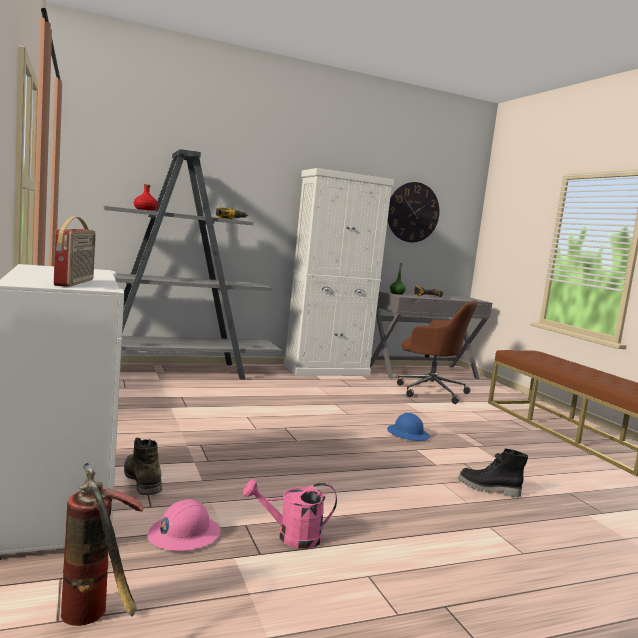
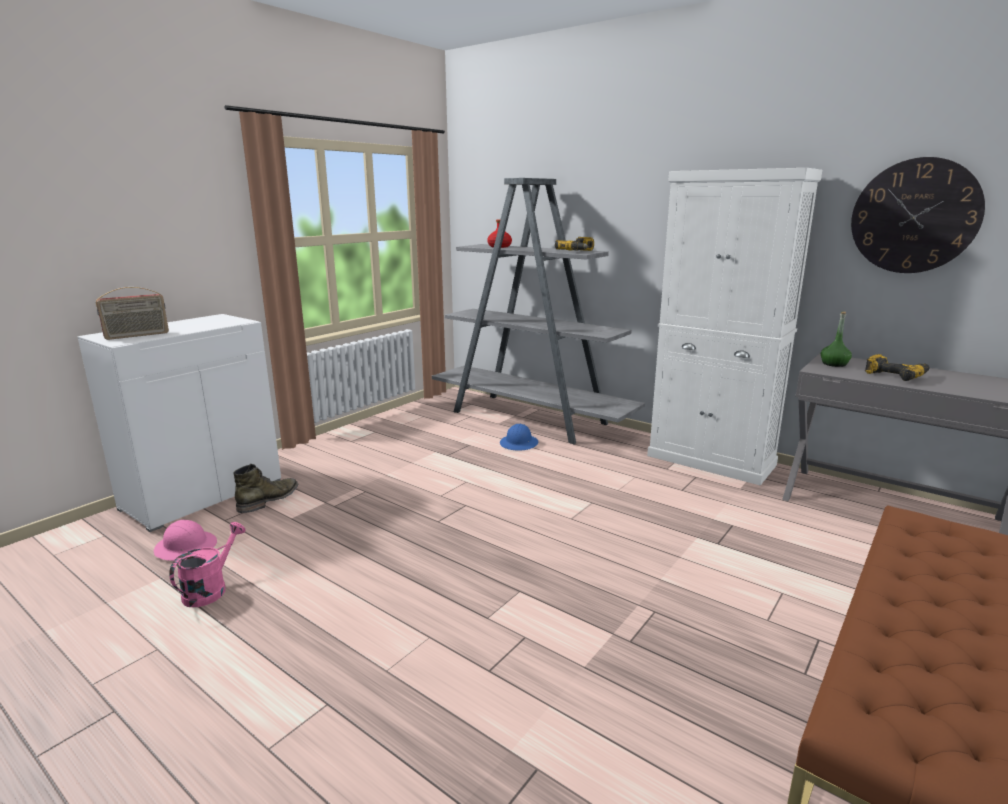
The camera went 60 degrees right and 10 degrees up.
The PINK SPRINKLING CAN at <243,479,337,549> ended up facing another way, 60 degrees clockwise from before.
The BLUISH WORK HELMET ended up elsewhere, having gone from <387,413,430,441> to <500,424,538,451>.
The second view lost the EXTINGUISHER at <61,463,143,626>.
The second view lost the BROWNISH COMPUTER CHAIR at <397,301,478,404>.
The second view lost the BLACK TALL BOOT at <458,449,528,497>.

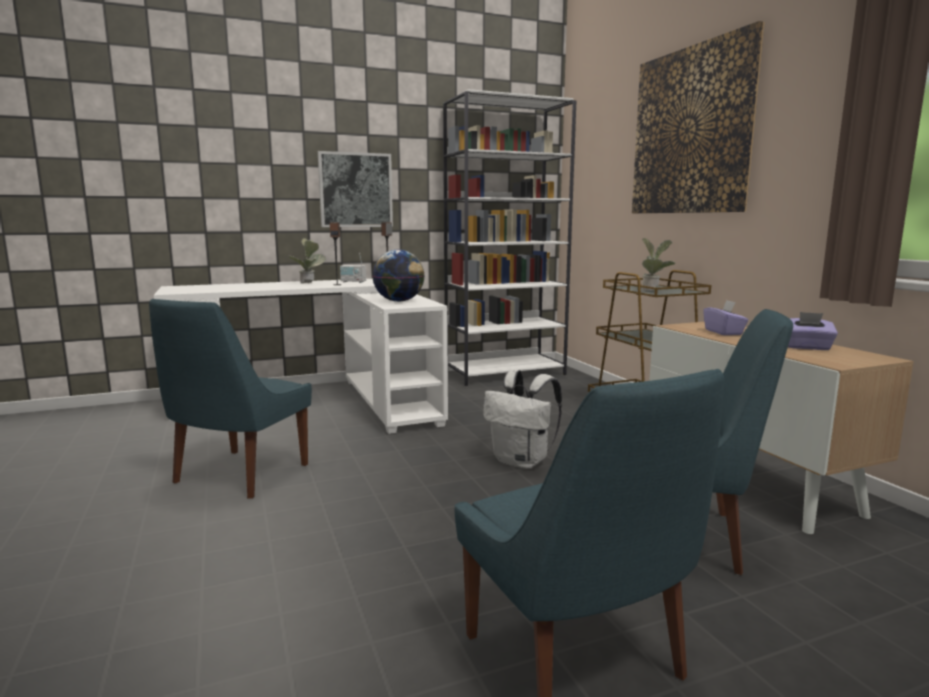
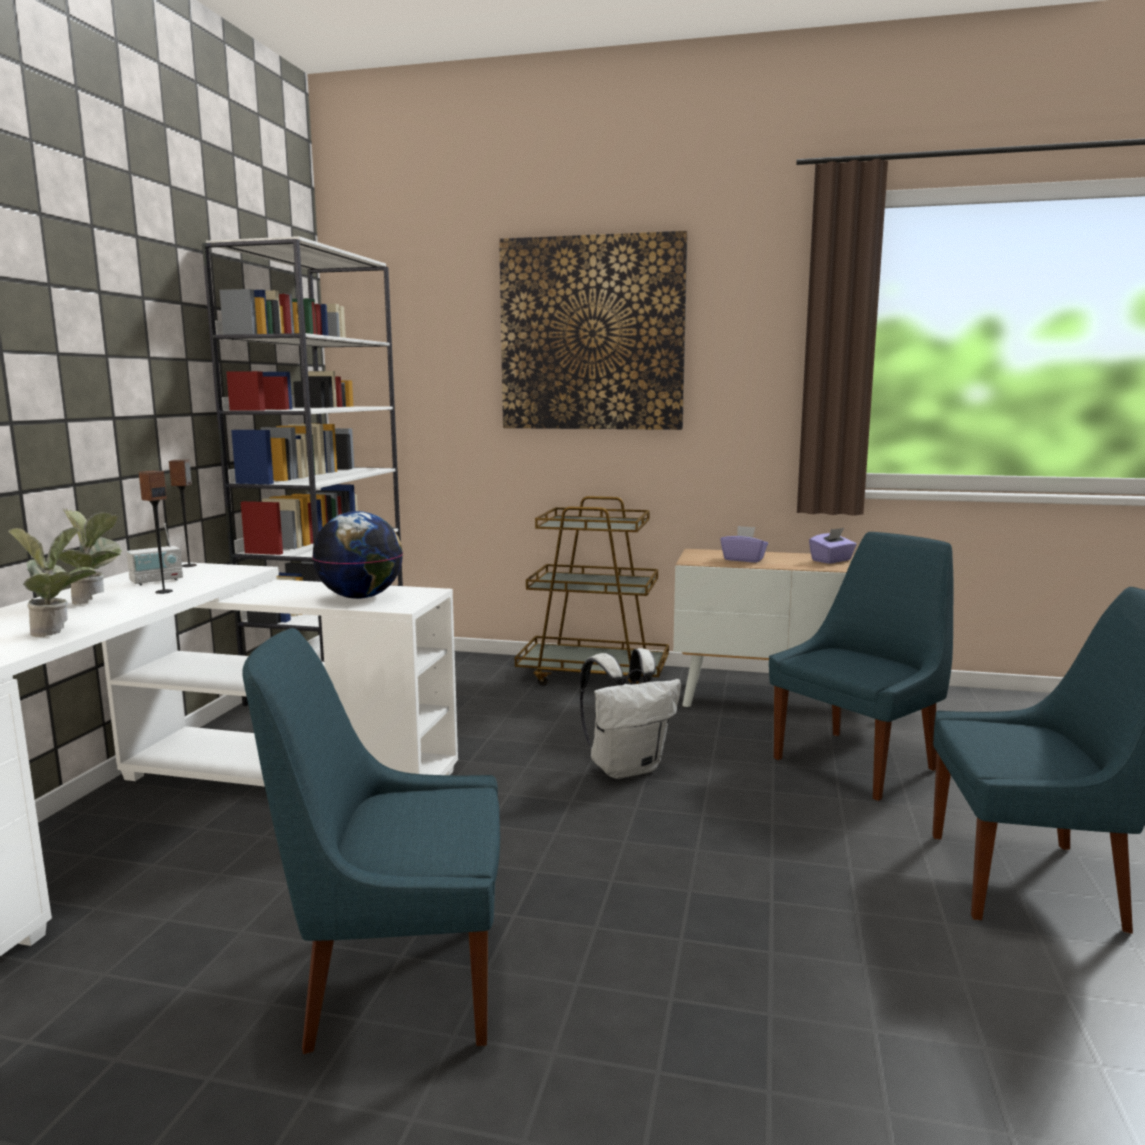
The camera went 55 degrees left and 0 degrees up.
The PLANT IN A POT ended up elsewhere, having gone from <641,238,675,291> to <8,527,97,637>.
The BLUISH UPRIGHT CHAIR at <149,299,312,499> ended up facing another way, 120 degrees clockwise from before.
The second view lost the WALL PICTURE at <318,151,393,227>.

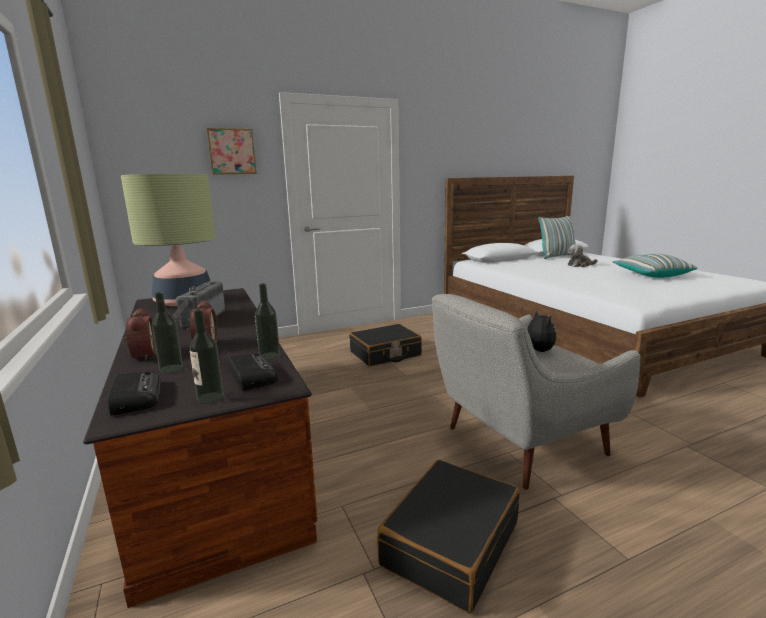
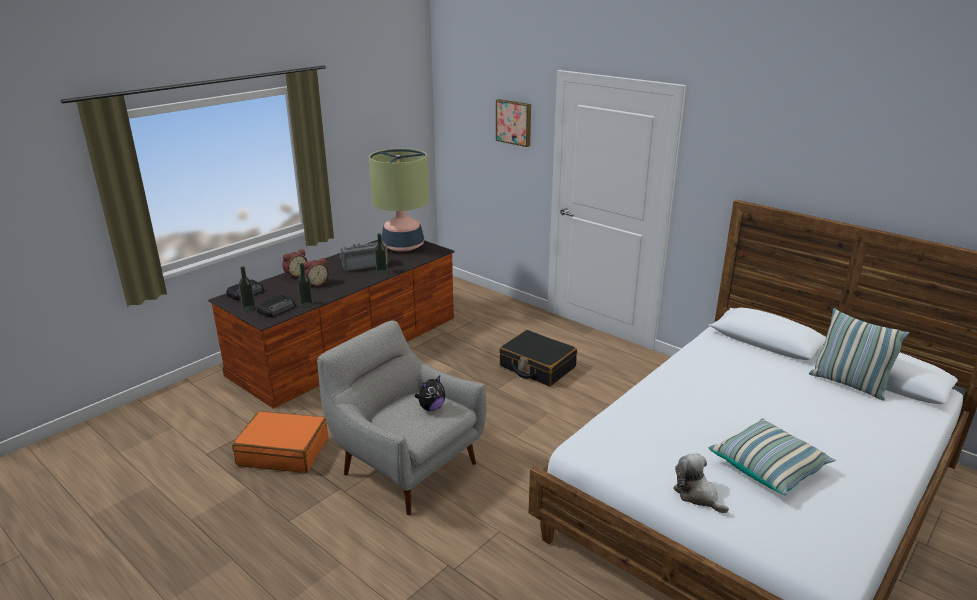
The camera went 65 degrees right and 10 degrees up.
What was the BLACK SUITCASE at <377,460,520,613> turned into the ORANGEY SUITCASE at <232,411,328,473>.
The DRINK BOTTLE ended up elsewhere, having gone from <152,292,183,373> to <375,233,387,274>.
The PLUSH TOY ended up elsewhere, having gone from <568,244,598,267> to <673,453,729,513>.

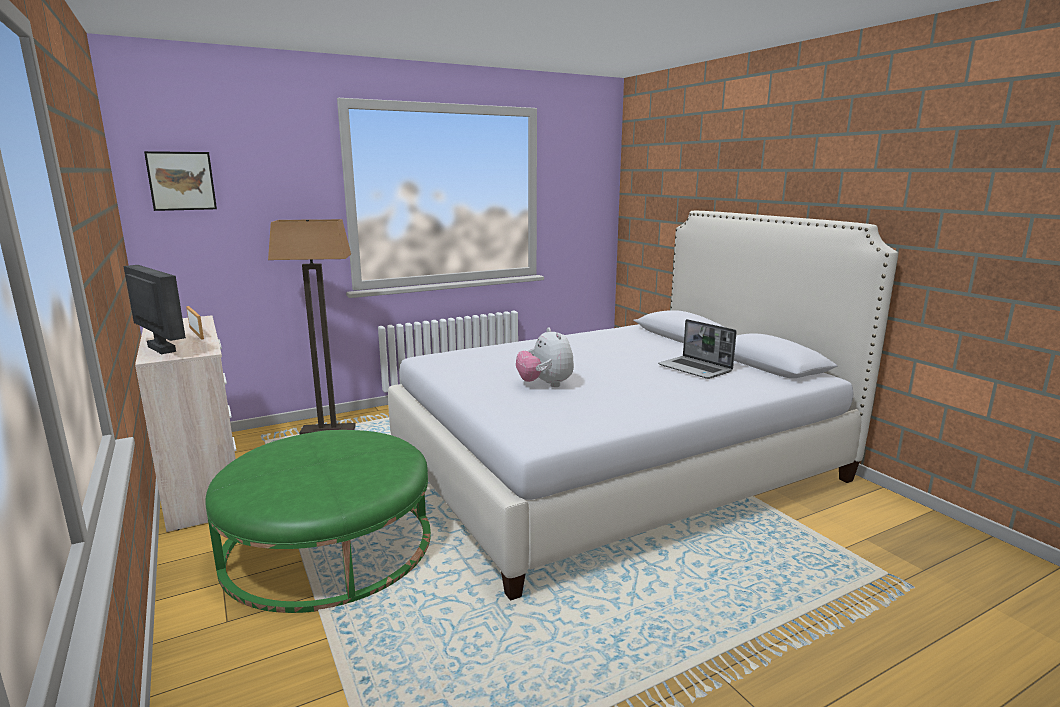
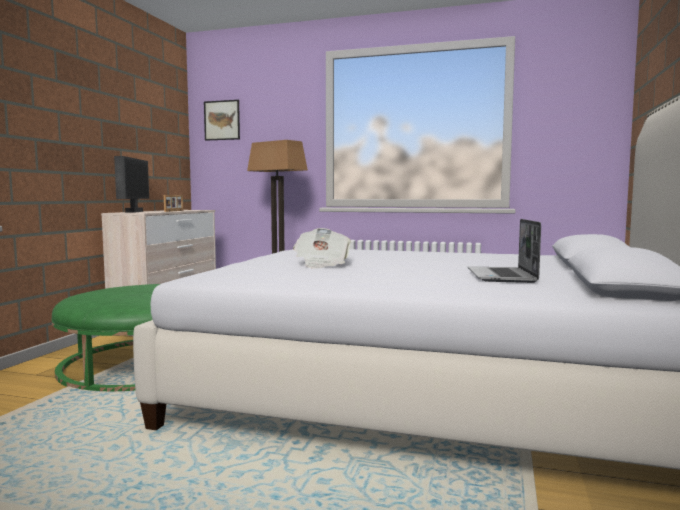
The camera went 45 degrees right and 10 degrees down.
Where the PLUSH TOY stood at <516,328,574,387>, the NEWSPAPER came to stand at <293,228,352,269>.

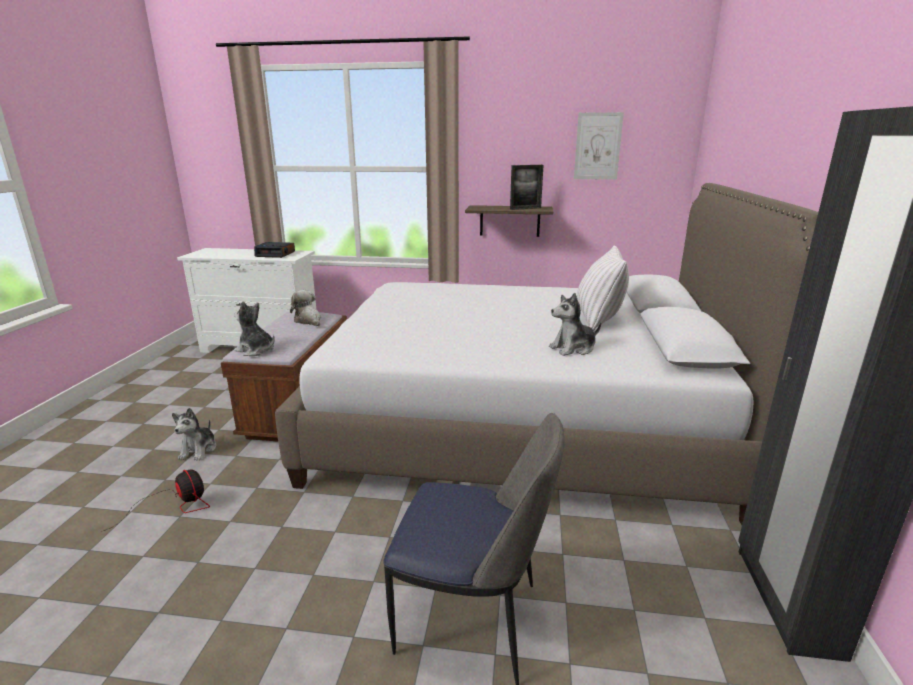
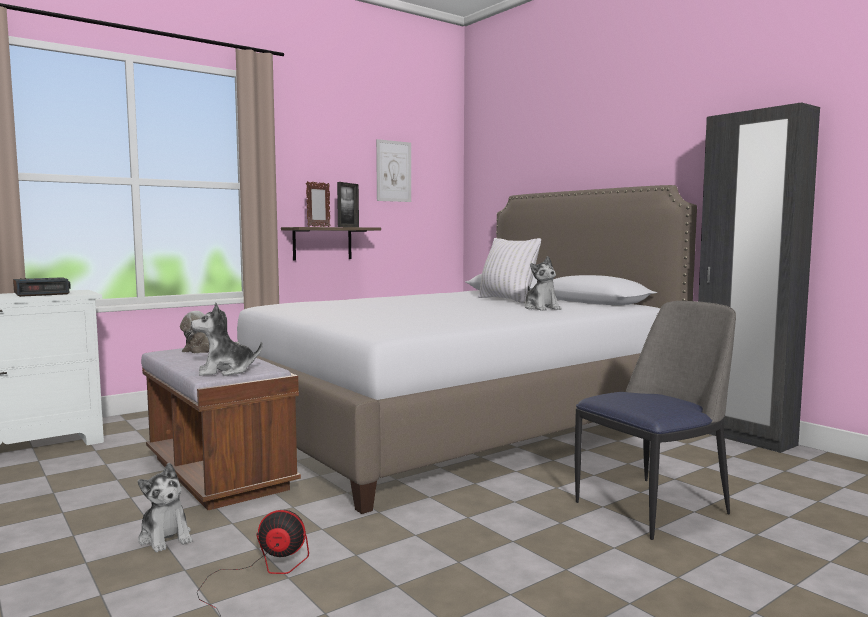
The camera went 45 degrees left and 15 degrees down.
The second view gained the PHOTO FRAME at <306,181,330,227>.
The PLUSH TOY at <549,293,601,356> ended up facing another way, 45 degrees counterclockwise from before.

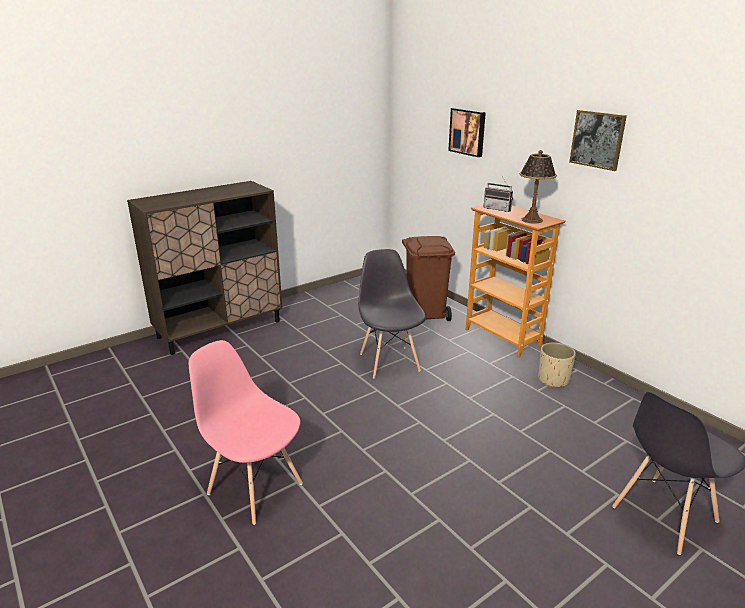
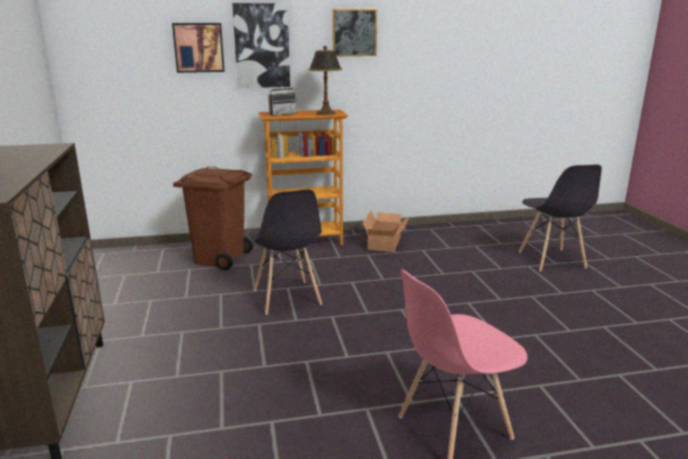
The camera went 65 degrees left and 5 degrees down.
The second view gained the WALL PICTURE at <232,3,290,88>.
The GREYISH UPRIGHT CHAIR at <358,249,426,379> ended up facing another way, 120 degrees counterclockwise from before.
Where the BEIGE-COLOURED PLANTER stood at <538,343,576,387>, the PACKING BOX came to stand at <363,211,410,252>.

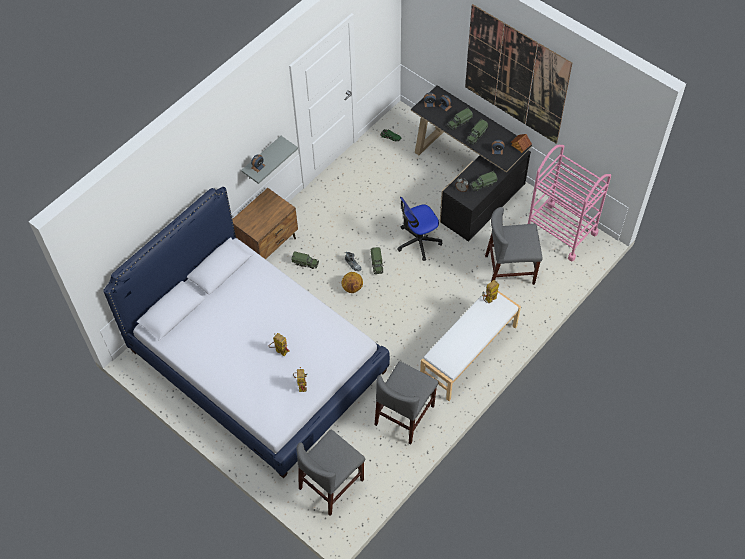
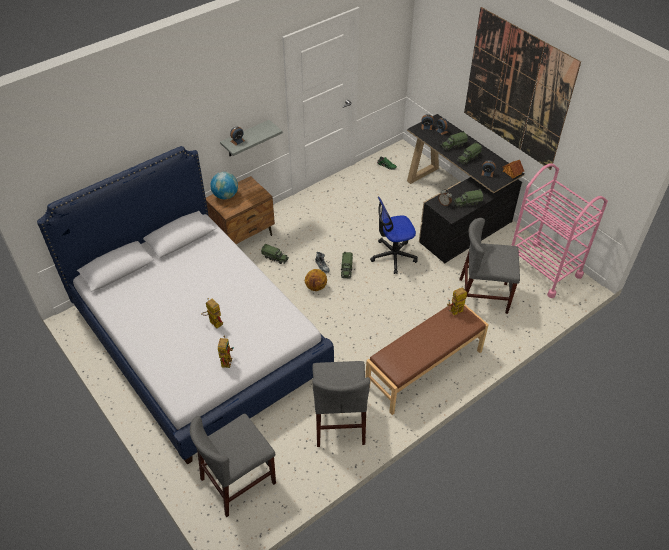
The camera went 10 degrees right and 10 degrees down.
The second view gained the WORLD GLOBE at <210,172,238,199>.
The GREYISH UPRIGHT CHAIR at <375,361,438,444> ended up facing another way, 45 degrees counterclockwise from before.
What was the WHITISH LONG SEAT at <420,291,521,401> turned into the BROWNISH LONG SEAT at <365,304,489,415>.

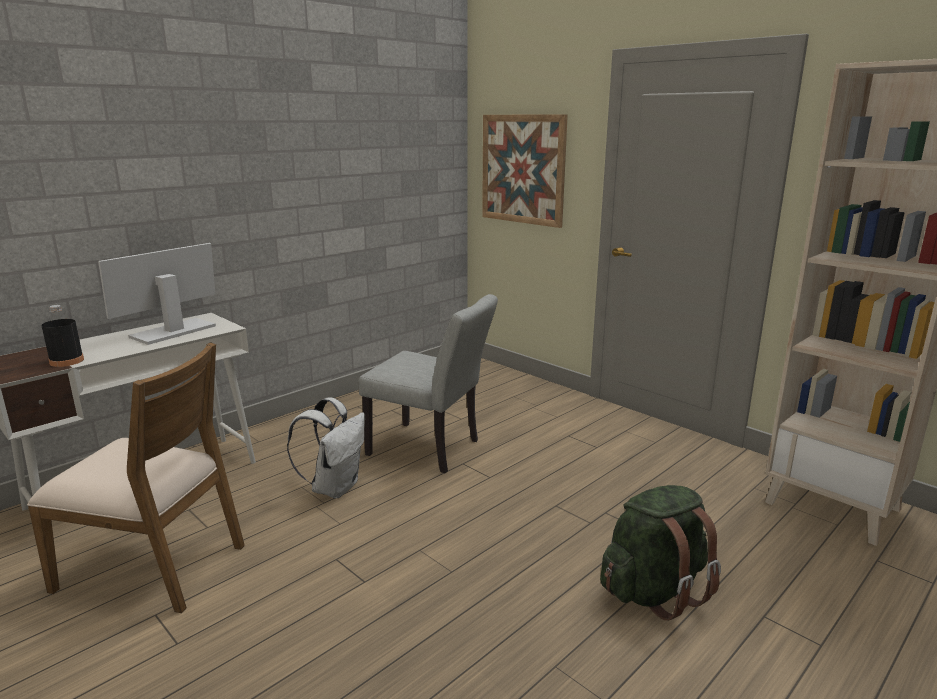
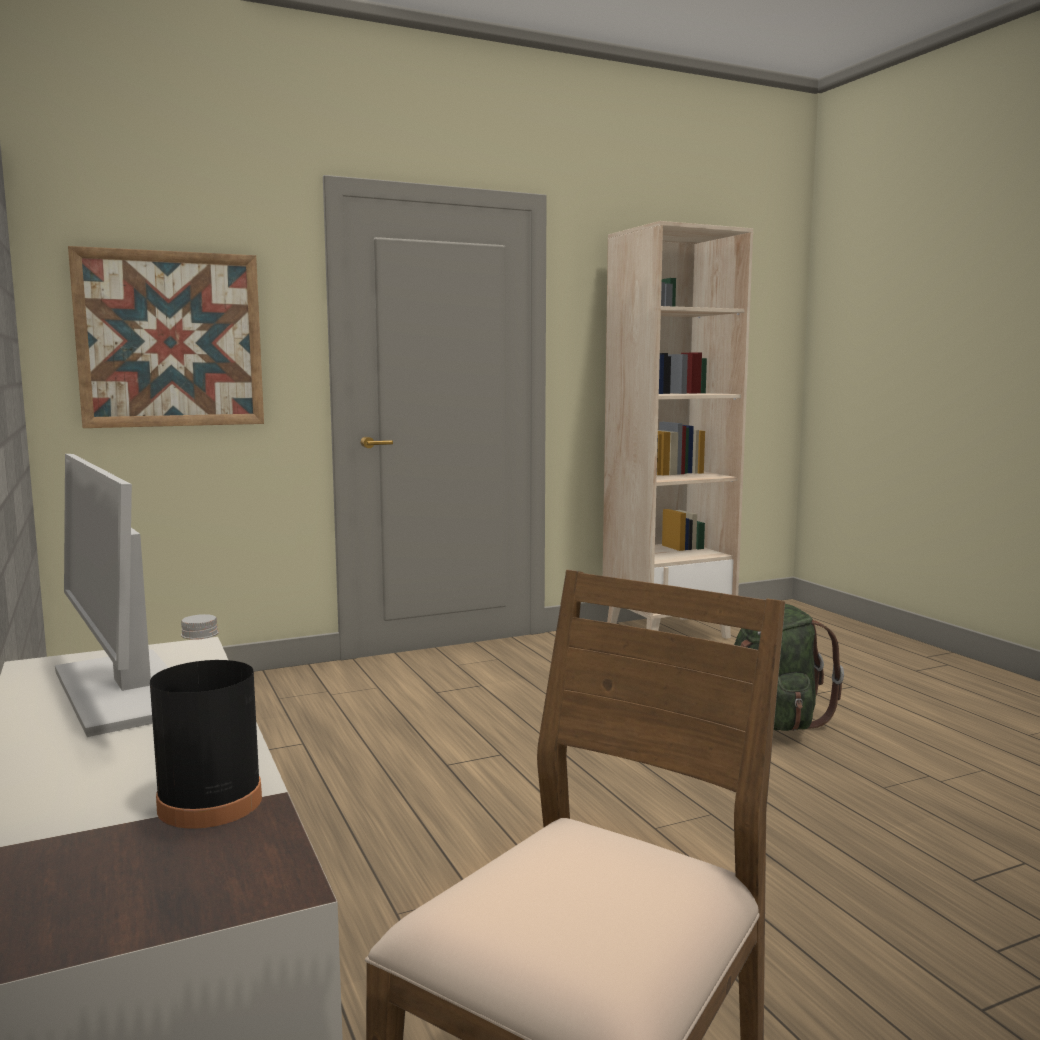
The camera went 70 degrees left and 10 degrees down.
The second view lost the WHITISH RUCKSACK at <287,397,365,498>.
The second view lost the GREYISH UPRIGHT CHAIR at <358,294,498,473>.

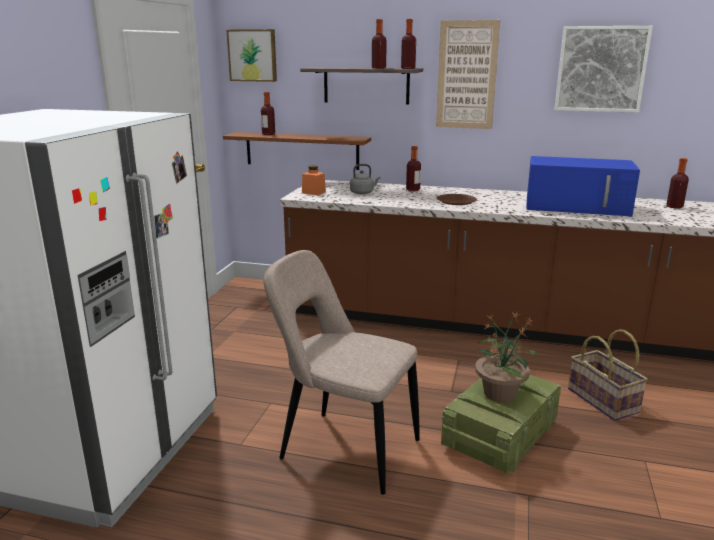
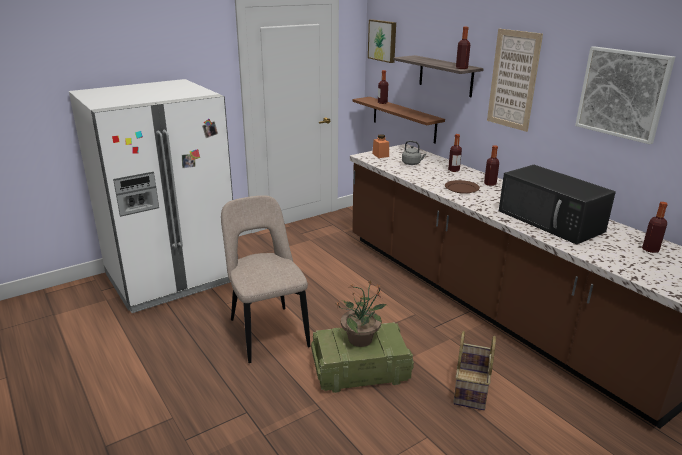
The camera went 40 degrees right and 5 degrees up.
The DRINK BOTTLE ended up elsewhere, having gone from <372,19,387,69> to <484,145,499,186>.
What was the BLUISH MICROWAVE OVEN at <526,156,640,216> turned into the BLACK MICROWAVE OVEN at <499,165,616,245>.

